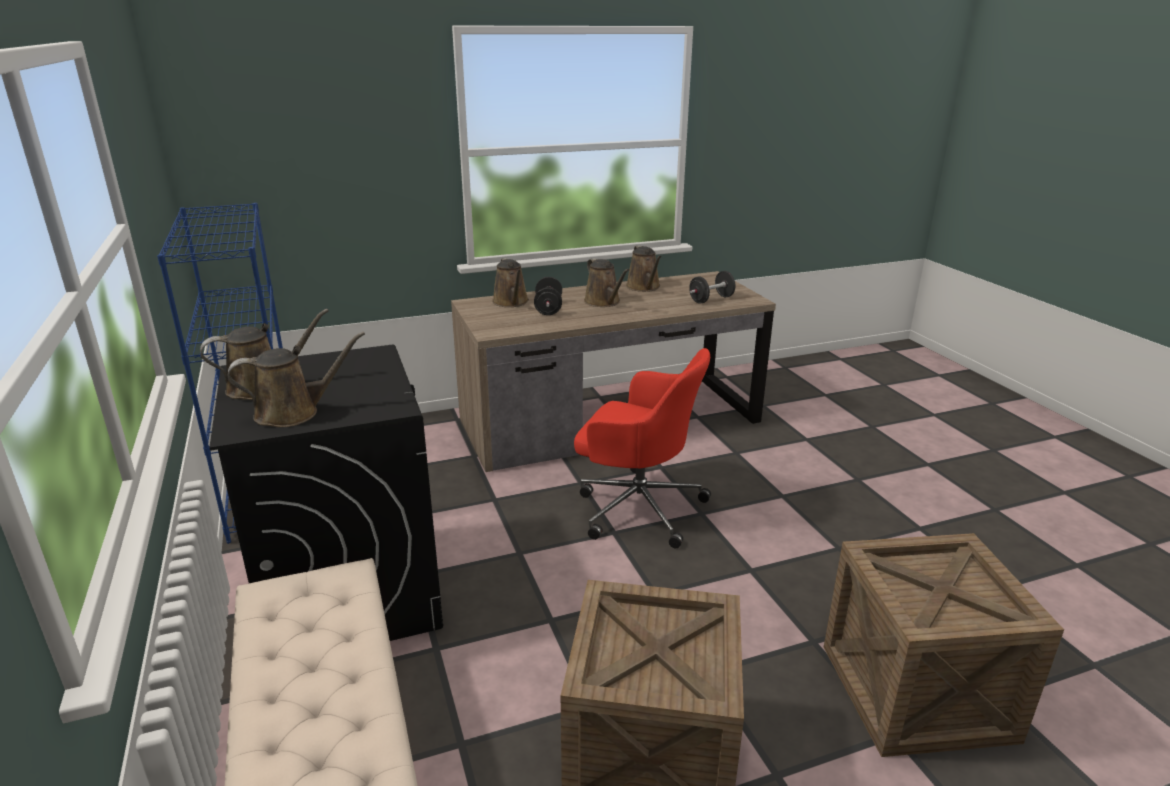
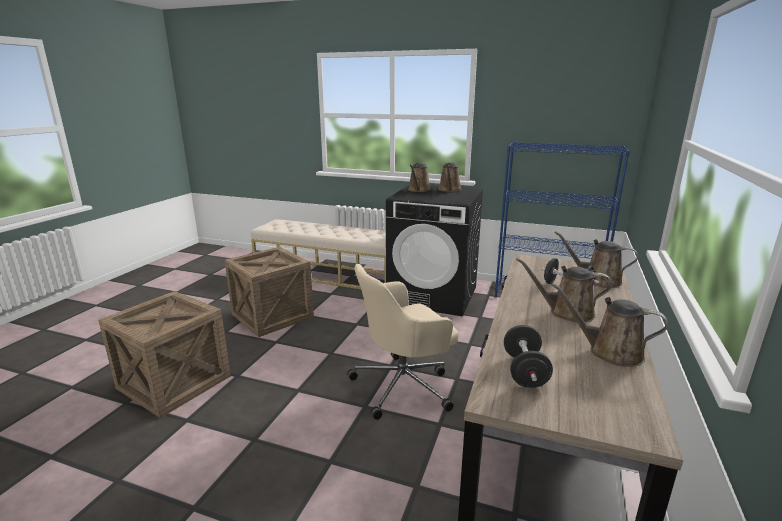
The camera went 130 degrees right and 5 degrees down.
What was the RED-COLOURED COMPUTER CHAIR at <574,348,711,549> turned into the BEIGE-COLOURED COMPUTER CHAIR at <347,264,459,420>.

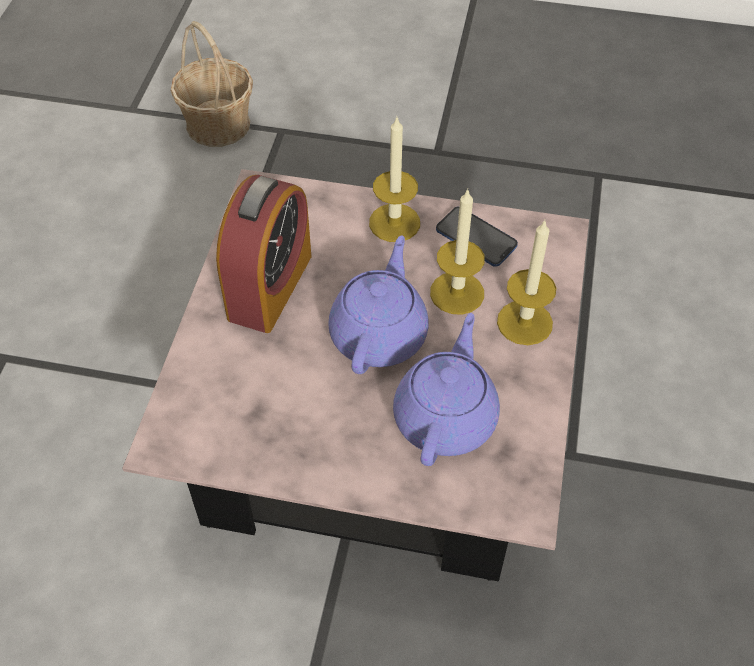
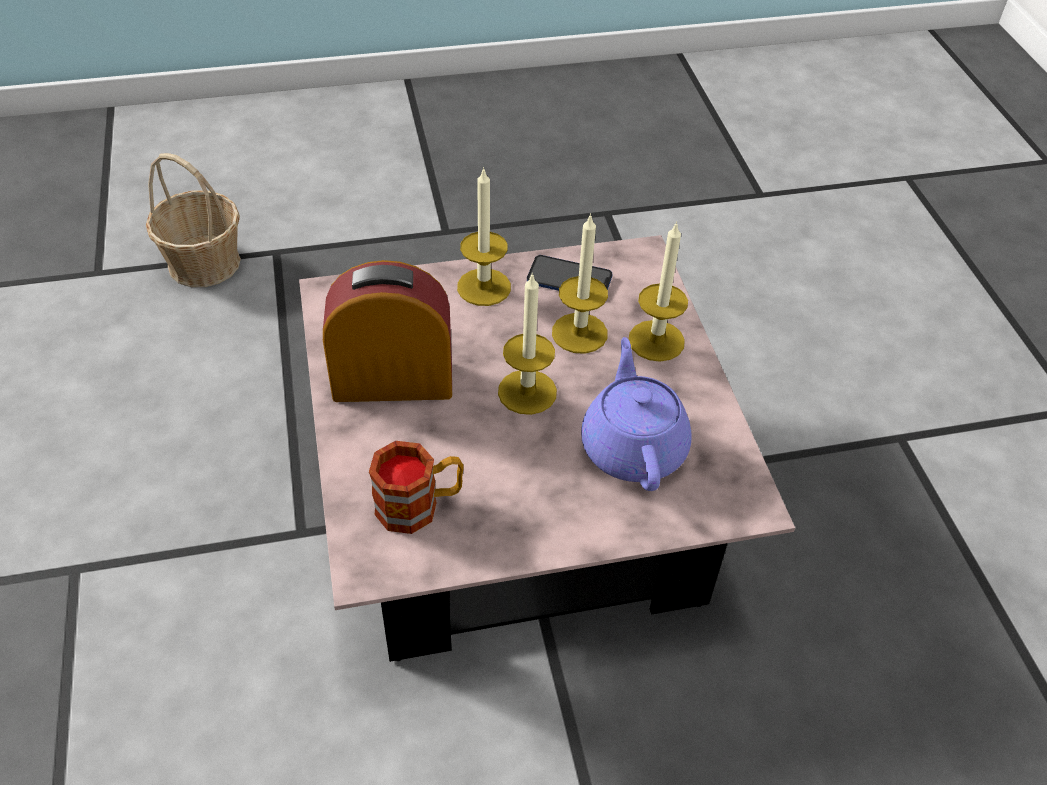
The camera went 25 degrees left and 5 degrees down.
The ALARM CLOCK at <216,175,311,333> ended up facing another way, 90 degrees counterclockwise from before.
The second view gained the COFFEE MUG at <369,441,464,534>.
Where the PURPLISH TEA POT stood at <328,235,429,374>, the WAX CANDLE came to stand at <498,272,557,415>.

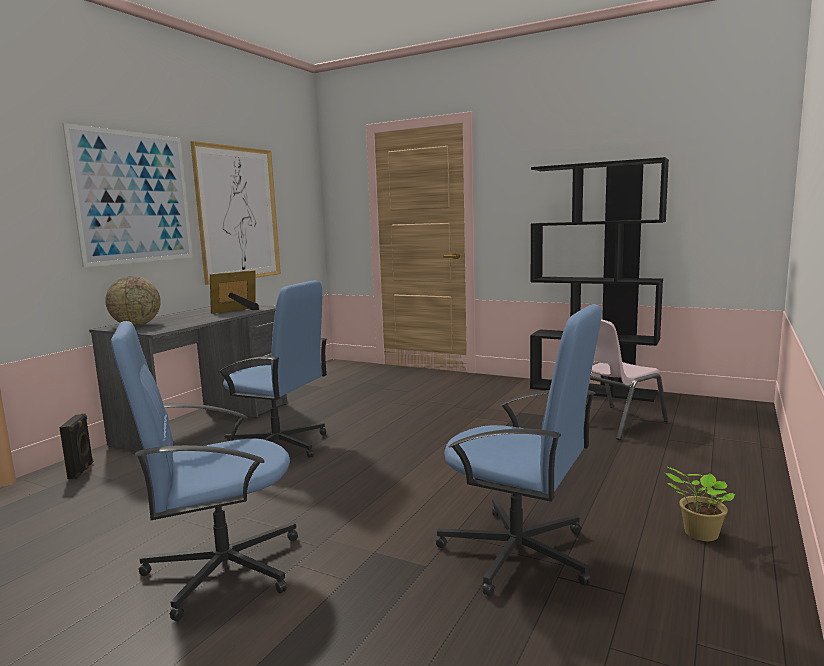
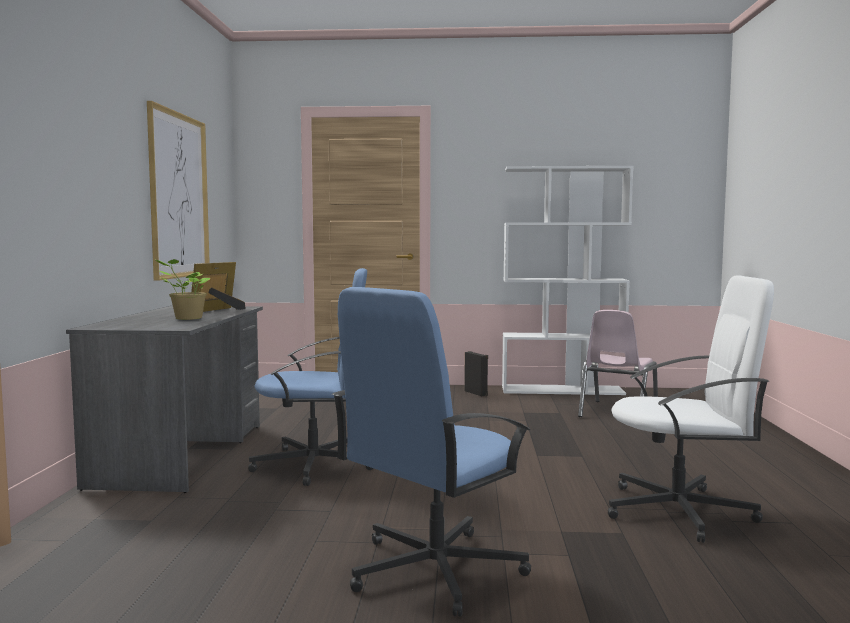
The camera went 25 degrees left and 5 degrees down.
The PLANT IN A POT ended up elsewhere, having gone from <665,467,736,541> to <154,259,210,320>.
The BLACK AUDIO SPEAKER ended up elsewhere, having gone from <59,413,93,479> to <464,351,488,396>.
What was the BLACK SHELVING UNIT at <530,157,669,402> turned into the WHITISH SHELVING UNIT at <502,166,633,395>.
What was the BLUISH COMPUTER CHAIR at <436,305,602,597> turned into the WHITISH COMPUTER CHAIR at <608,275,774,543>.
The second view lost the WALL PICTURE at <62,123,193,267>.
The second view lost the WORLD GLOBE at <105,276,161,326>.

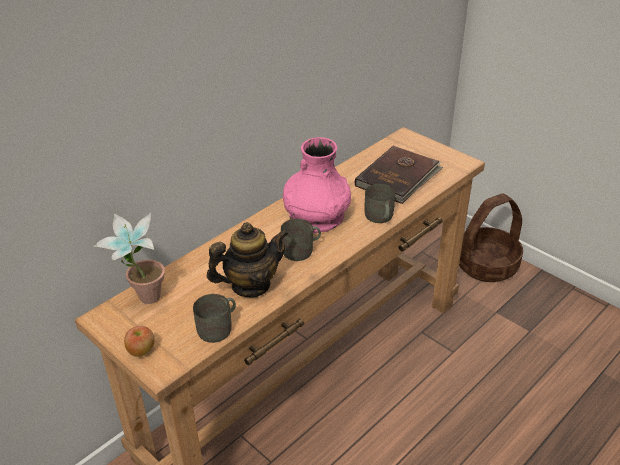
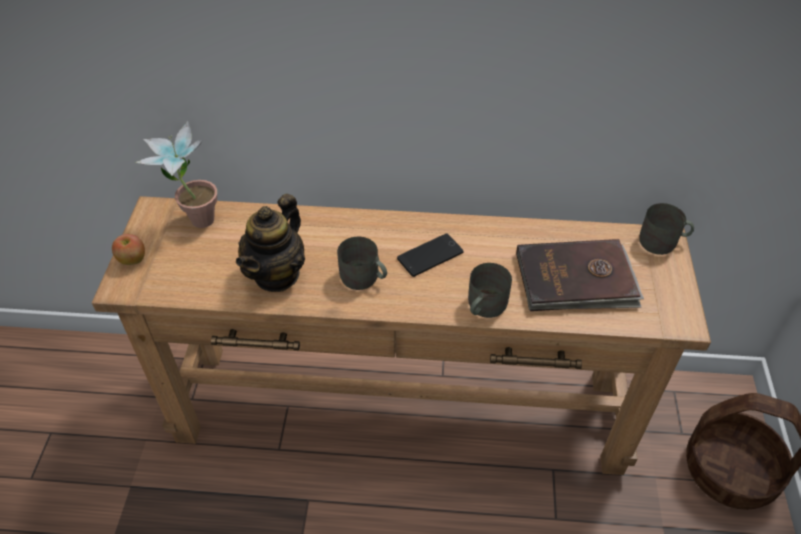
The camera went 50 degrees right and 10 degrees up.
The TEA POT at <207,222,289,298> ended up facing another way, 90 degrees clockwise from before.
Where the PINK FLOWER VASE stood at <283,137,351,233>, the HANDSET came to stand at <397,233,464,277>.
The GREYISH COFFEE MUG ended up elsewhere, having gone from <193,294,236,343> to <639,203,694,255>.

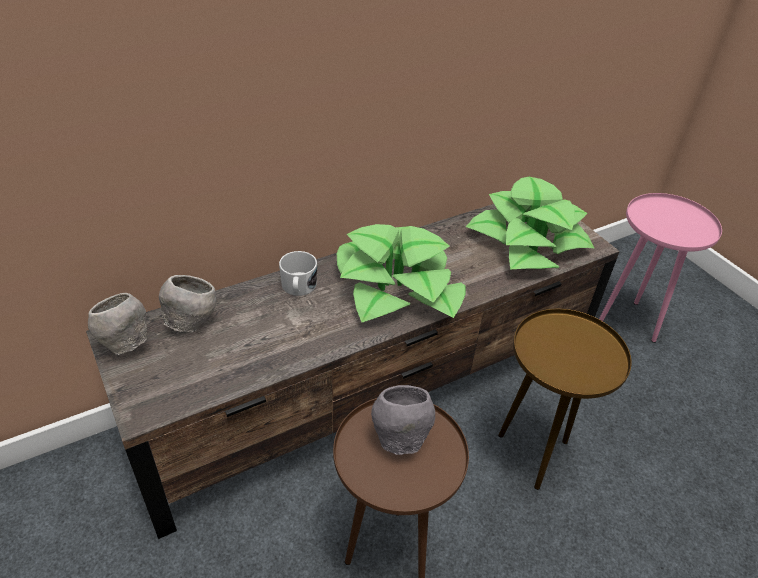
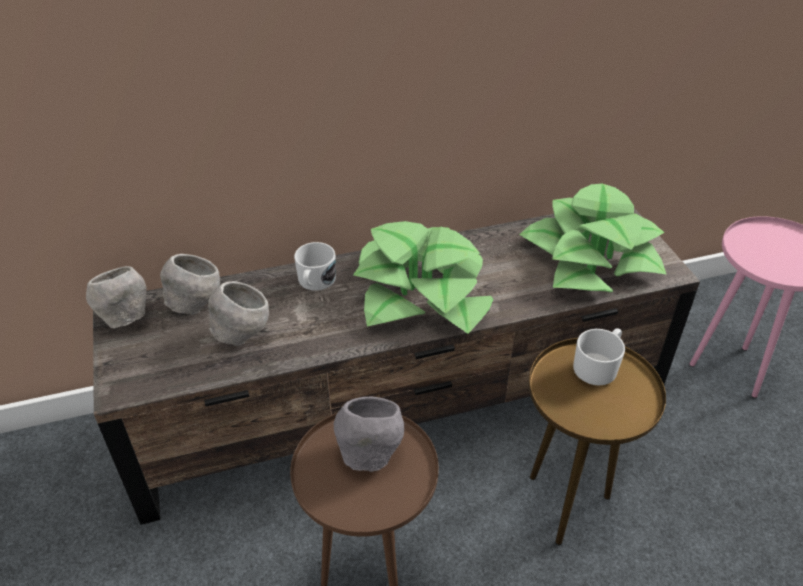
The camera went 15 degrees right and 0 degrees up.
The second view gained the GREYISH SERVING BOWL at <208,281,269,346>.
The second view gained the WHITISH COFFEE MUG at <573,328,625,385>.

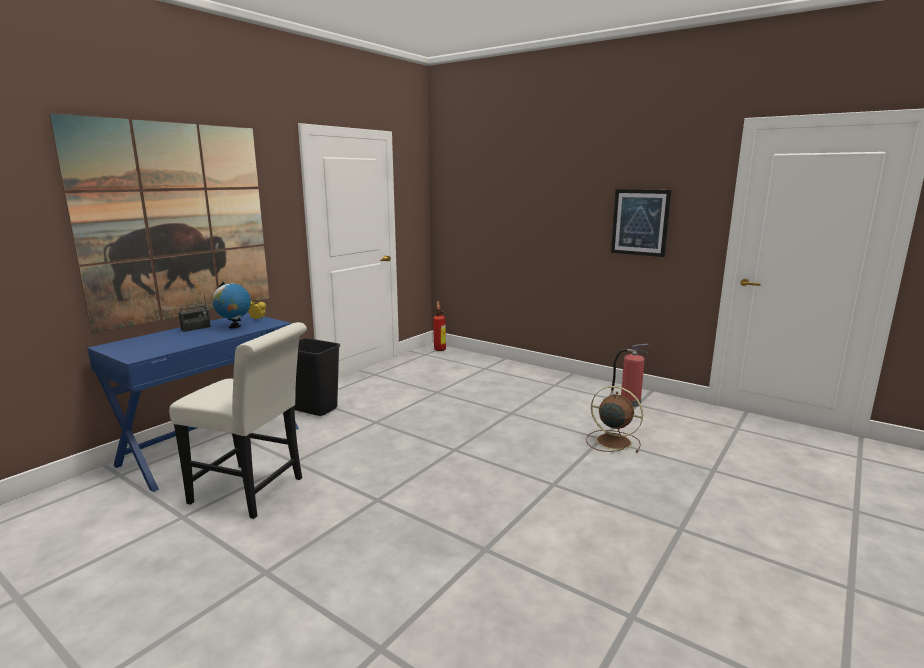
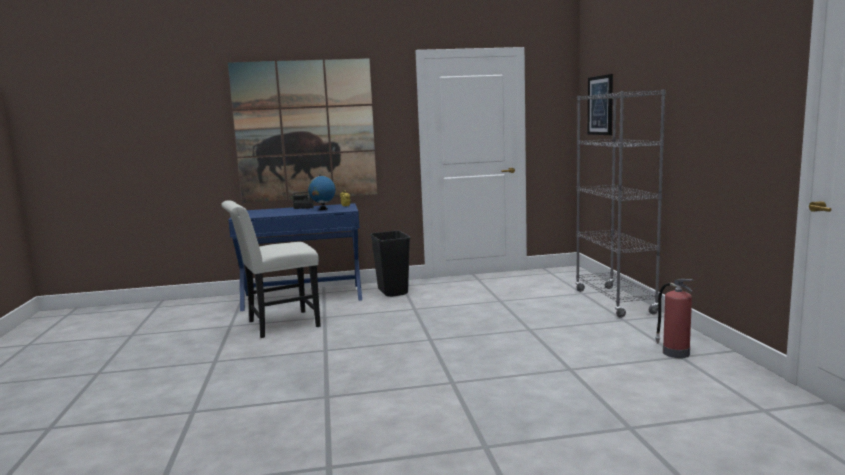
The camera went 45 degrees right and 5 degrees down.
The WHITISH UPRIGHT CHAIR at <169,322,307,519> ended up facing another way, 90 degrees clockwise from before.
The second view gained the GREYISH SHELVING UNIT at <575,89,665,318>.
The WALL PICTURE ended up elsewhere, having gone from <611,189,672,257> to <588,74,613,135>.
The second view lost the EXTINGUISHER at <433,301,446,351>.
The second view lost the BROWNISH COOLING FAN at <586,386,643,453>.

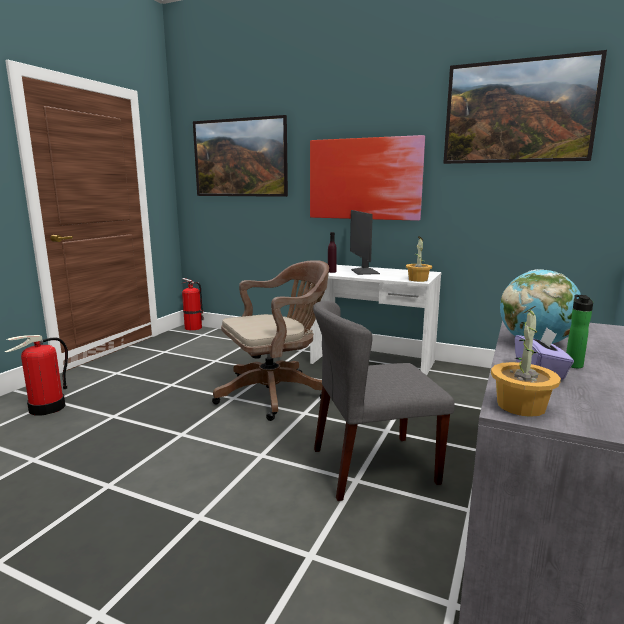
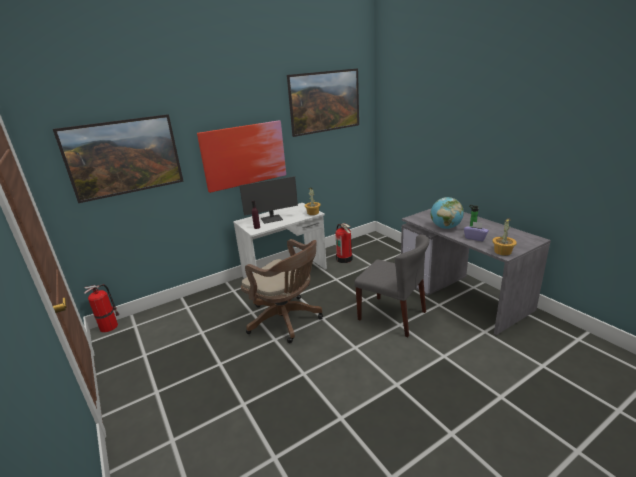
The camera went 55 degrees left and 10 degrees up.
The MONITOR at <350,210,380,275> ended up facing another way, 45 degrees counterclockwise from before.
The BROWNISH COMPUTER CHAIR at <212,260,329,421> ended up facing another way, 120 degrees clockwise from before.
The EXTINGUISHER ended up elsewhere, having gone from <4,335,68,416> to <335,223,353,263>.
The GREYISH UPRIGHT CHAIR at <313,301,455,501> ended up facing another way, 75 degrees counterclockwise from before.

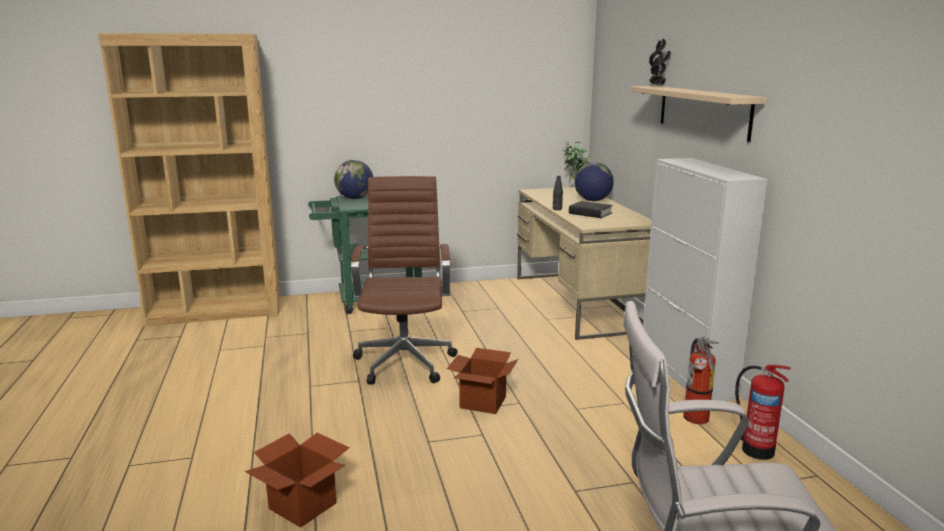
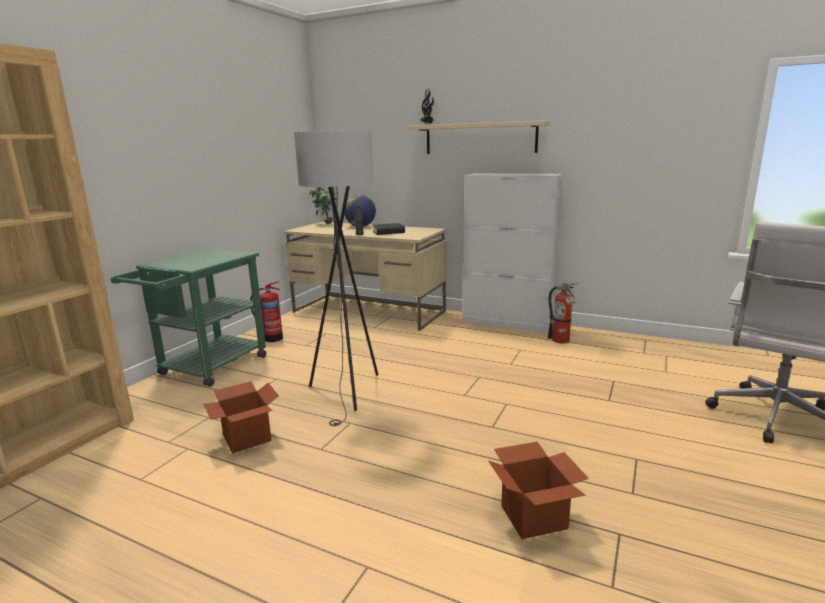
The camera went 50 degrees left and 0 degrees up.
The PACKING BOX ended up elsewhere, having gone from <447,348,518,414> to <203,381,279,454>.
The EXTINGUISHER ended up elsewhere, having gone from <735,365,791,460> to <250,281,283,342>.
Where the BROWNISH COMPUTER CHAIR stood at <351,176,457,385>, the GREYISH STANDARD LAMP came to stand at <294,130,379,426>.
The second view lost the WORLD GLOBE at <334,160,373,199>.

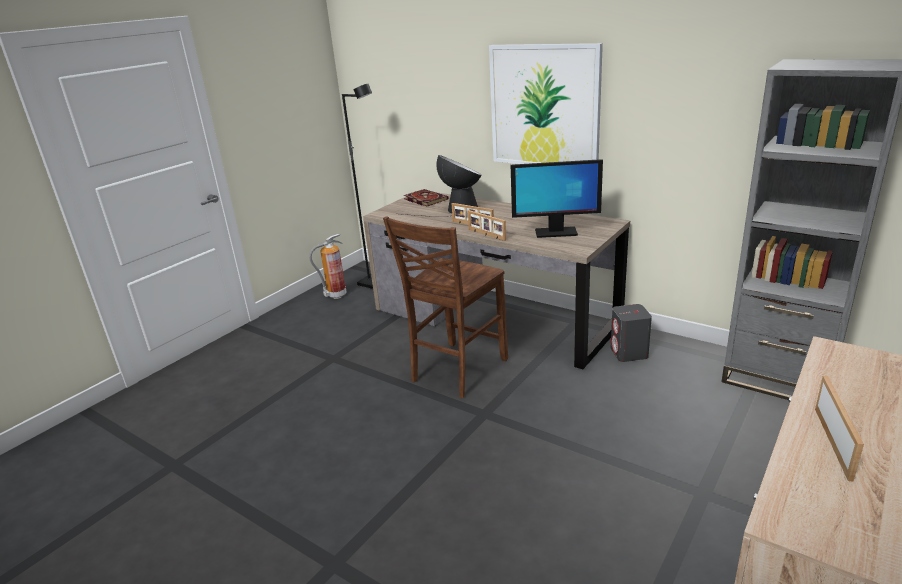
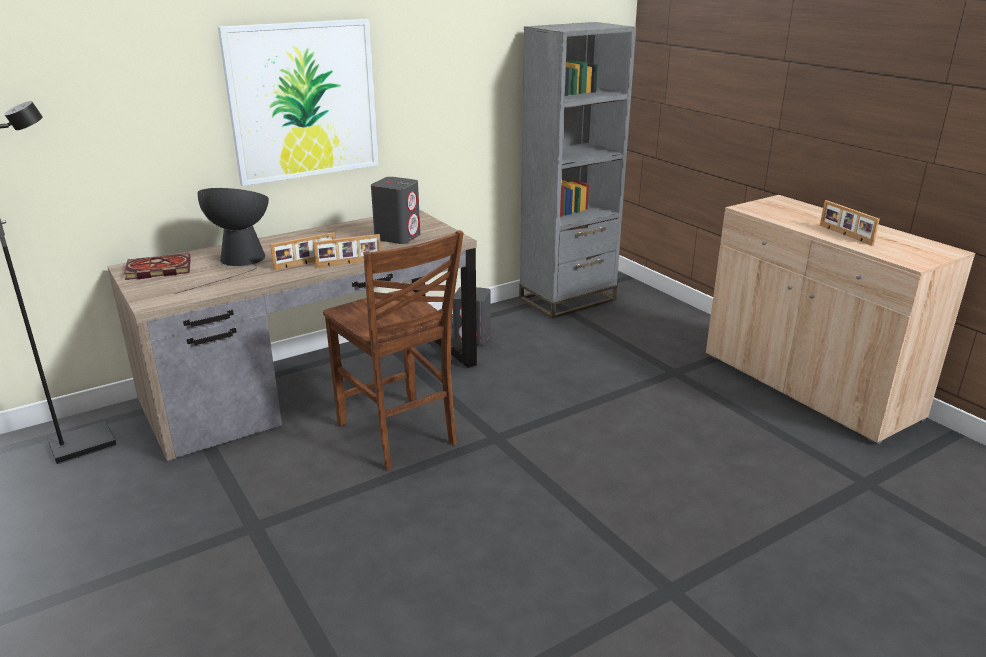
The camera went 70 degrees left and 0 degrees up.
Where the MONITOR stood at <511,159,603,238>, the GREYISH AUDIO SPEAKER came to stand at <371,177,420,244>.
The PHOTO FRAME at <815,376,864,482> ended up facing another way, 150 degrees counterclockwise from before.
The second view lost the EXTINGUISHER at <309,234,346,299>.

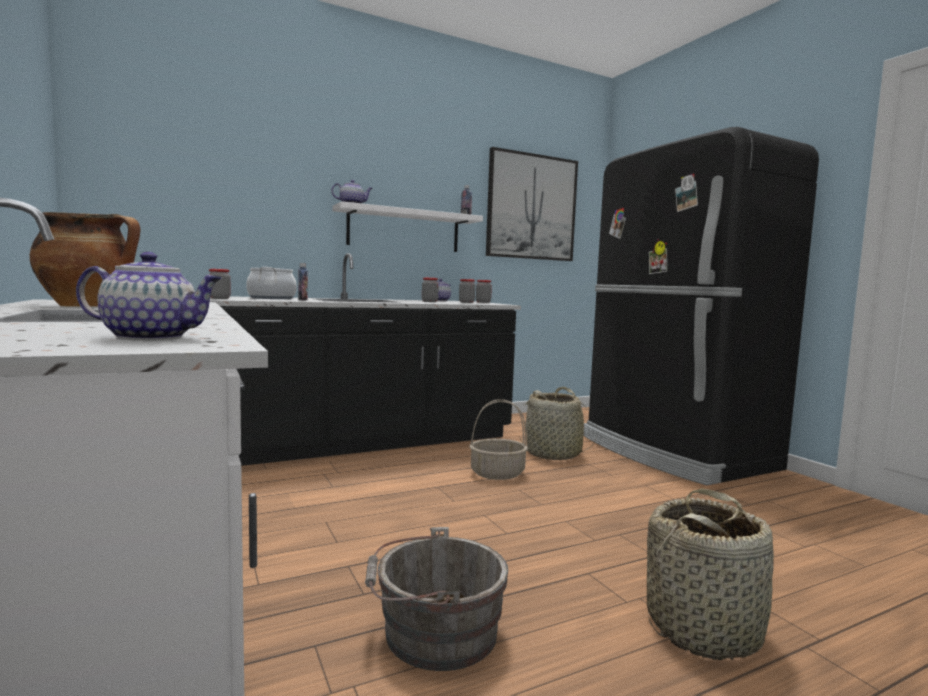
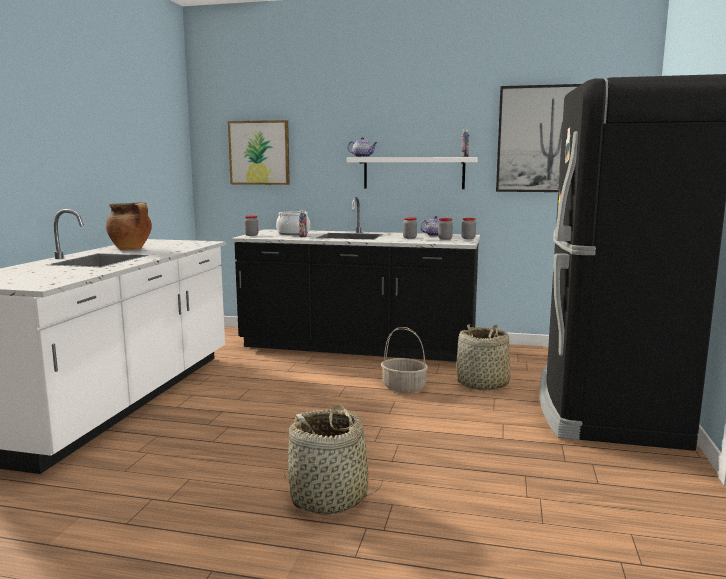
The camera went 40 degrees right and 5 degrees up.
The second view gained the WALL PICTURE at <228,120,290,185>.
The second view lost the TEA POT at <76,252,222,341>.
The second view lost the GREYISH BUCKET at <365,527,508,671>.

